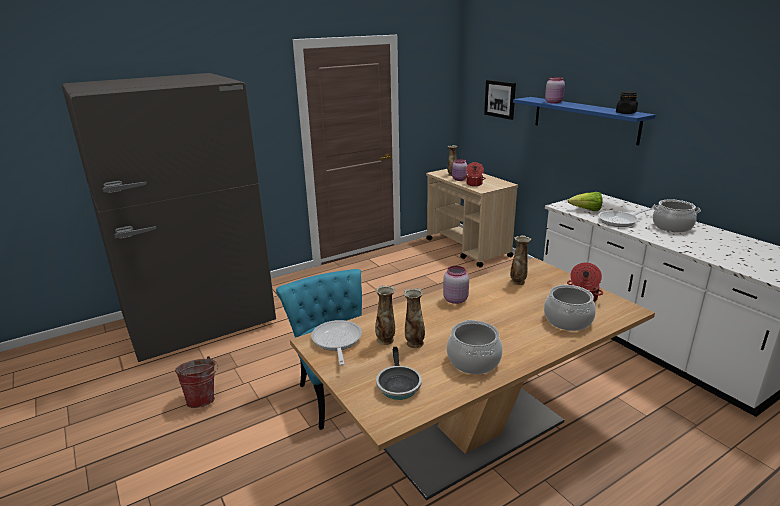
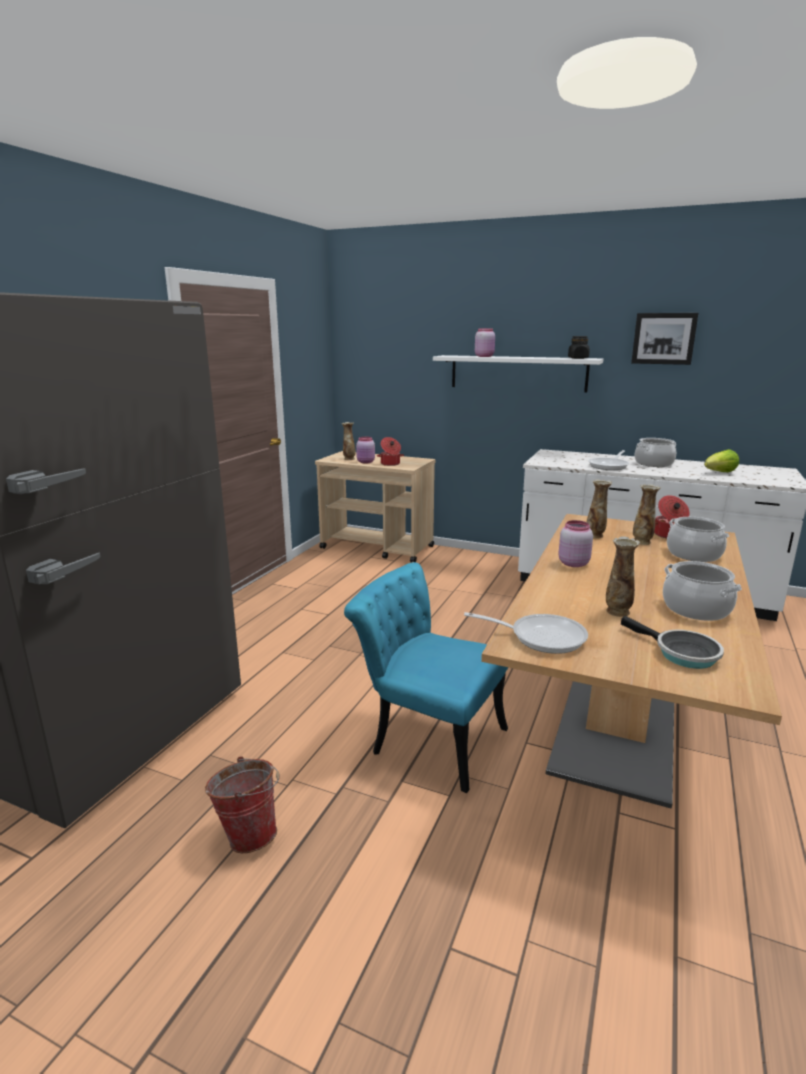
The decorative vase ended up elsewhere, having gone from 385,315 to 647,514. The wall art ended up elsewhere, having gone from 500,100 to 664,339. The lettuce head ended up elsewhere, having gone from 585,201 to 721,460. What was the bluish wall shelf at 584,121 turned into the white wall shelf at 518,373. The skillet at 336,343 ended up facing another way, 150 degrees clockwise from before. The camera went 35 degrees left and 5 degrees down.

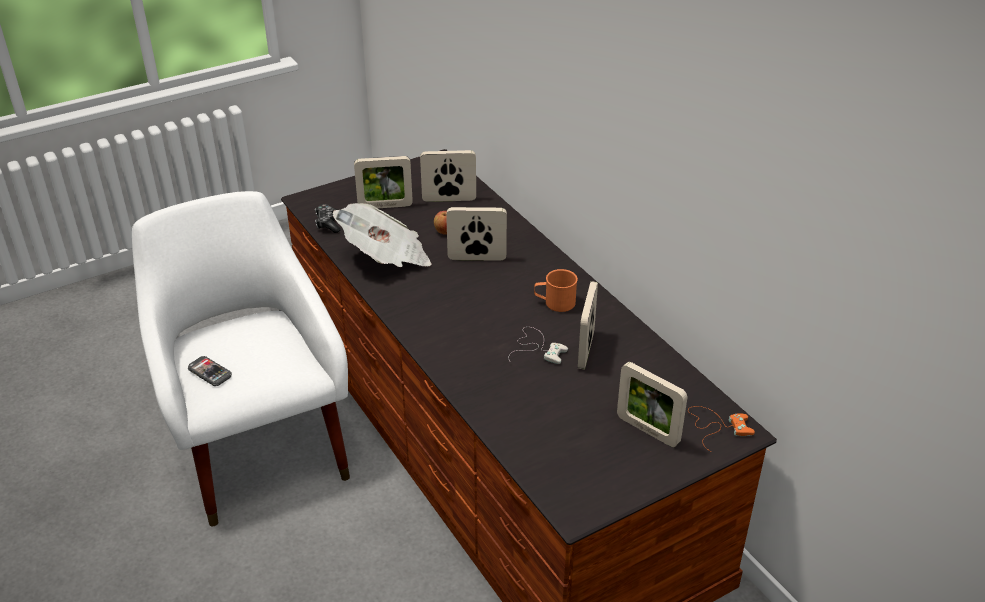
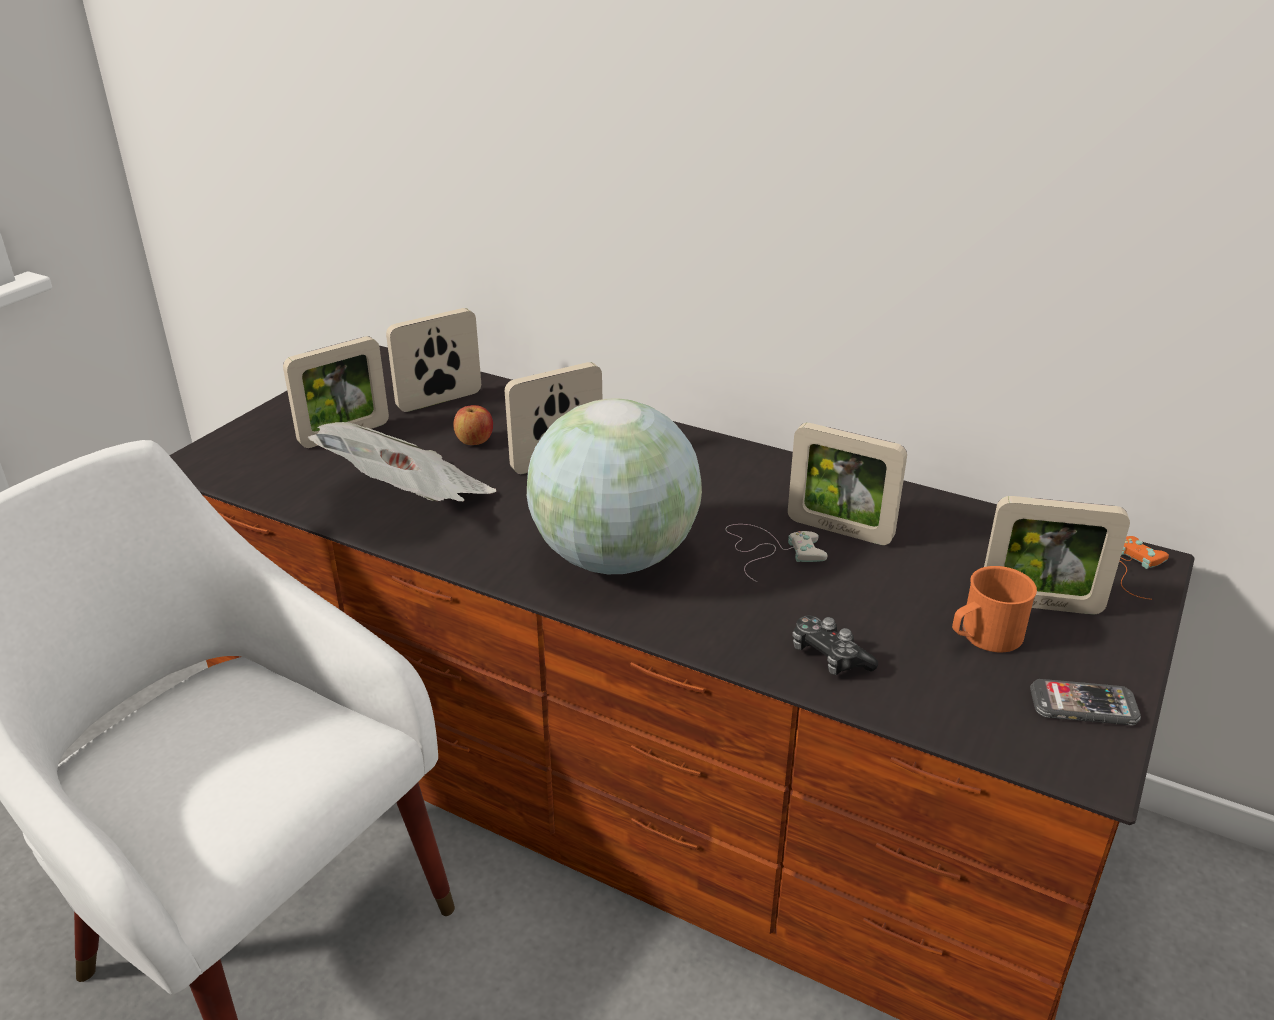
The second view gained the world globe at 614,486. The phone ended up elsewhere, having gone from 210,371 to 1085,702. The joypad ended up elsewhere, having gone from 327,218 to 835,645. The orangey tea mug ended up elsewhere, having gone from 556,290 to 994,609. The standing frame at 588,325 ended up facing another way, 45 degrees counterclockwise from before. The camera went 30 degrees left and 5 degrees down.

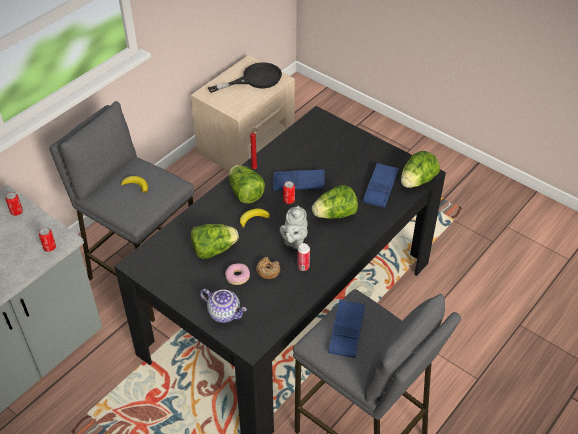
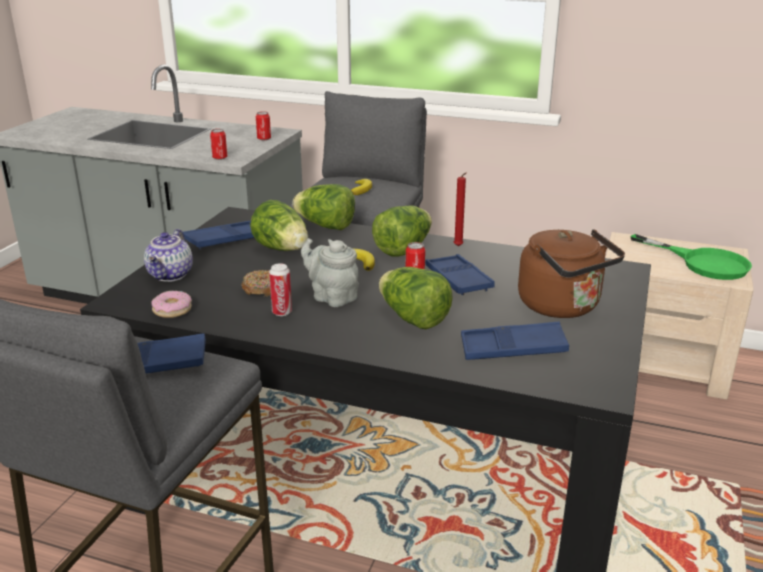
The second view gained the bluish serving tray at 218,235. The second view gained the brown-coloured kettle at 571,273. The doughnut ended up elsewhere, having gone from 237,274 to 171,304. The lettuce head ended up elsewhere, having gone from 420,169 to 323,207. What was the black-coloured skillet at 245,77 turned into the green-coloured skillet at 691,257. The grey pot for tea at 294,227 ended up facing another way, 45 degrees clockwise from before. The camera went 70 degrees right and 20 degrees down.

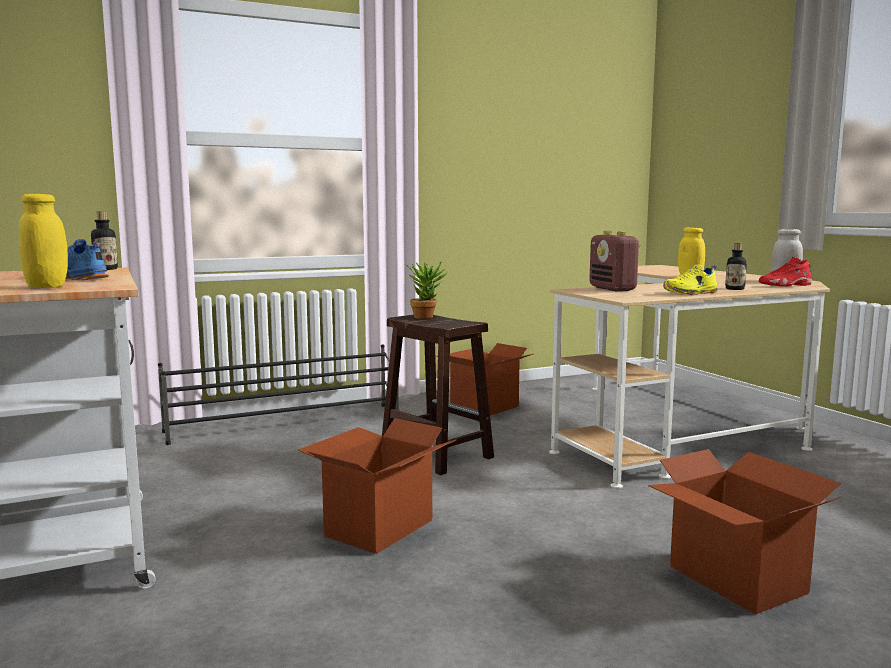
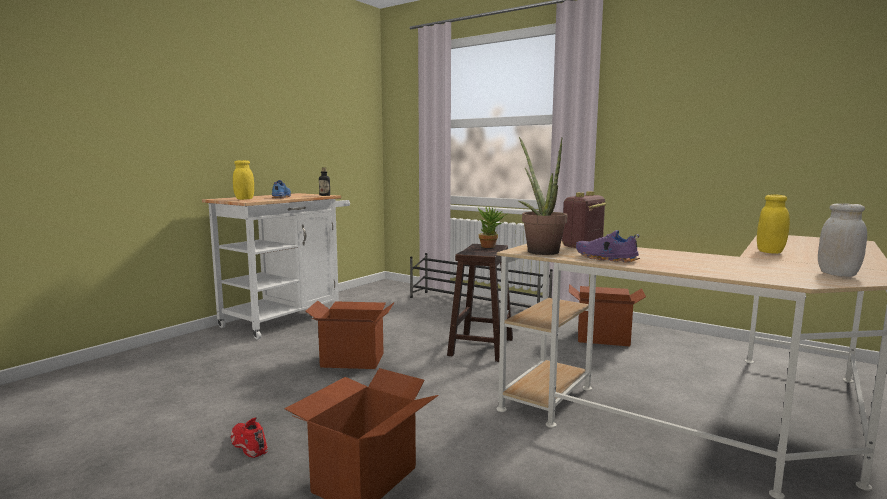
The second view lost the bottle at 736,266. The second view gained the houseplant at 543,196. The red-coloured item of footwear ended up elsewhere, having gone from 785,272 to 249,437. What was the yellowish item of footwear at 690,279 turned into the purple item of footwear at 608,246. The camera went 60 degrees right and 0 degrees up.

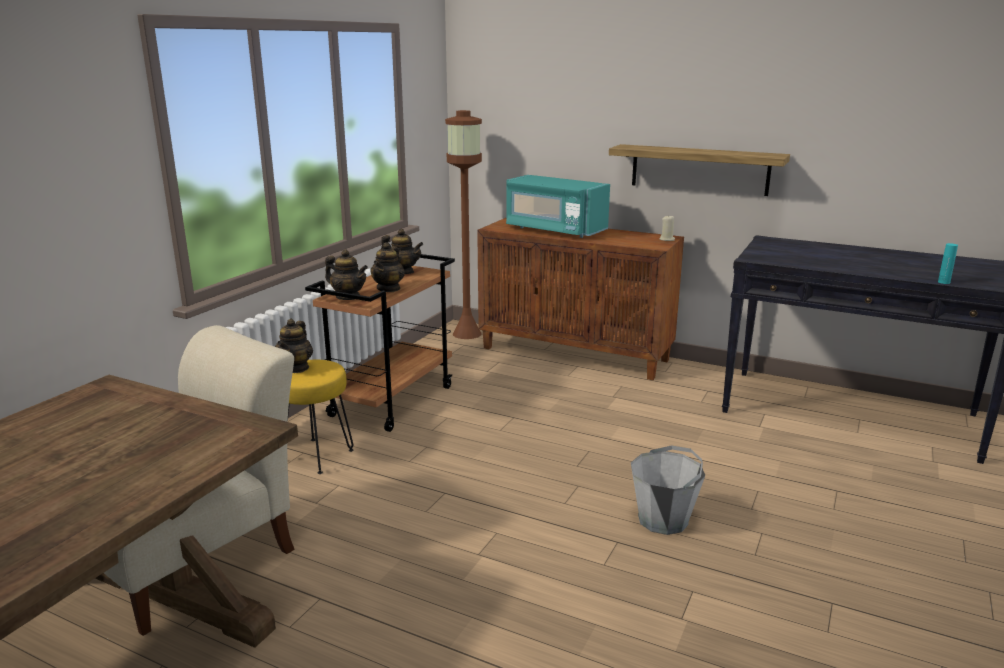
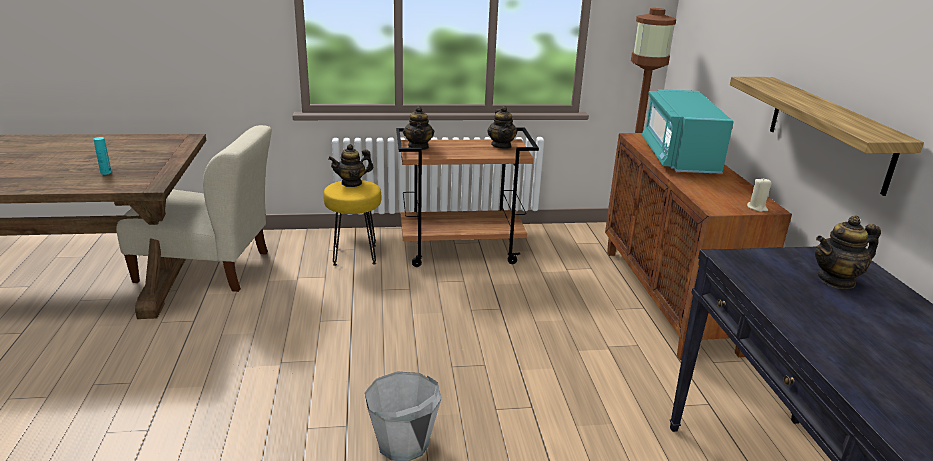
The pot for tea ended up elsewhere, having gone from 387,267 to 848,252. The turquoise bottle ended up elsewhere, having gone from 948,263 to 103,156. The camera went 55 degrees right and 5 degrees up.

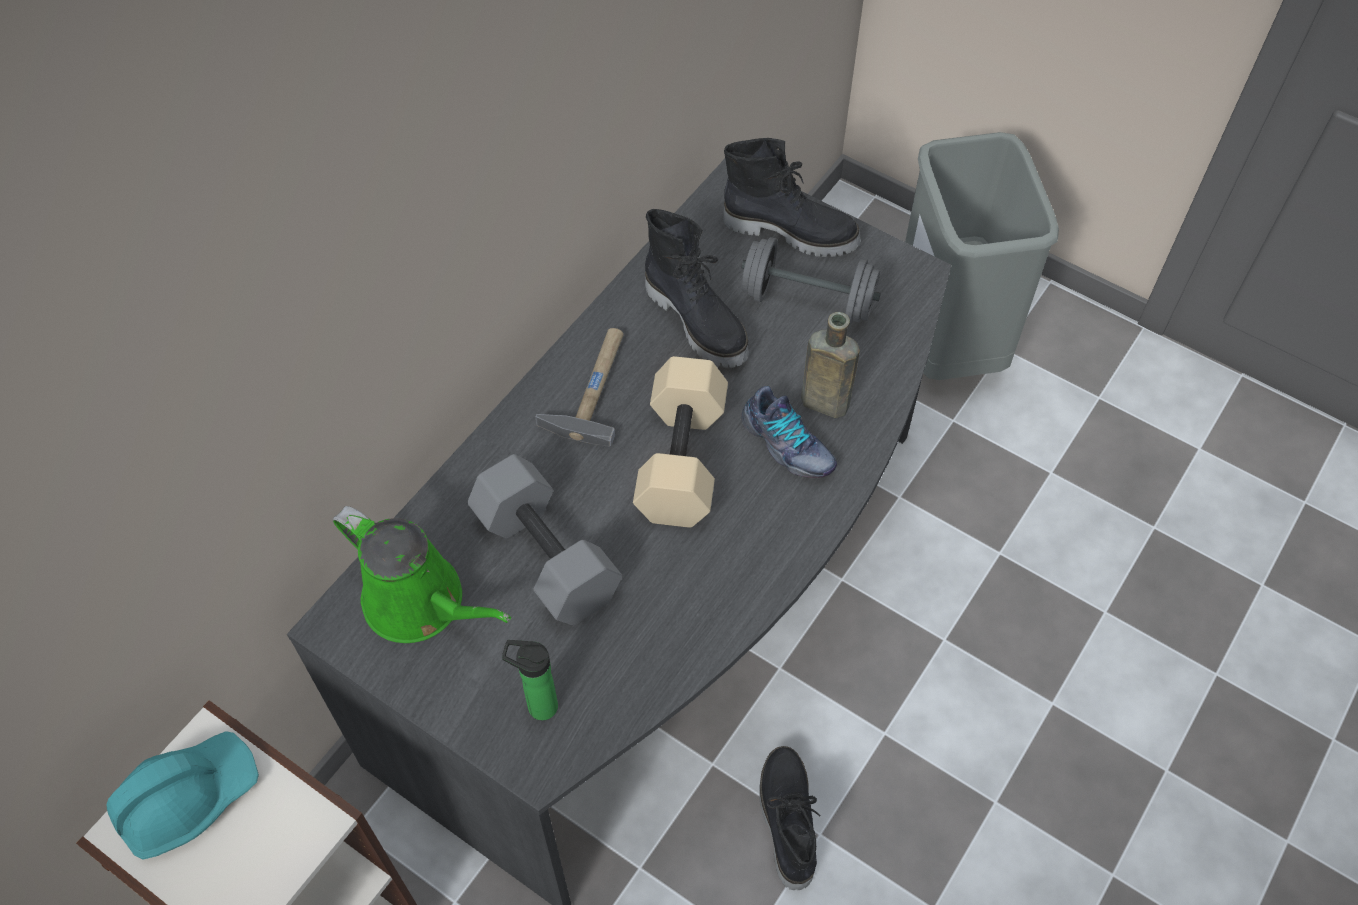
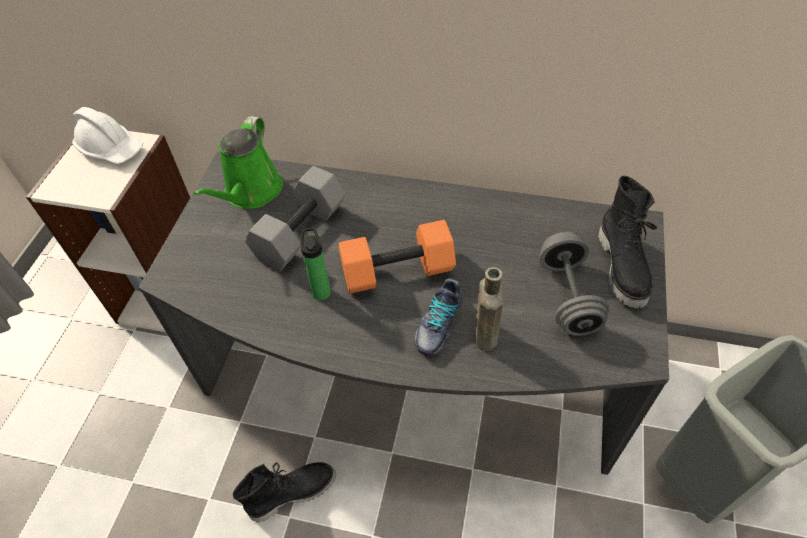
The second view lost the hammer at 579,387. The second view lost the black-coloured boot at 697,288. The bottle ended up elsewhere, having gone from 530,680 to 315,263. What was the turquoise hard hat at 182,795 turned into the white hard hat at 107,135. What was the beige-coloured hand weight at 680,442 turned into the orangey hand weight at 397,257. The camera went 70 degrees right and 5 degrees down.

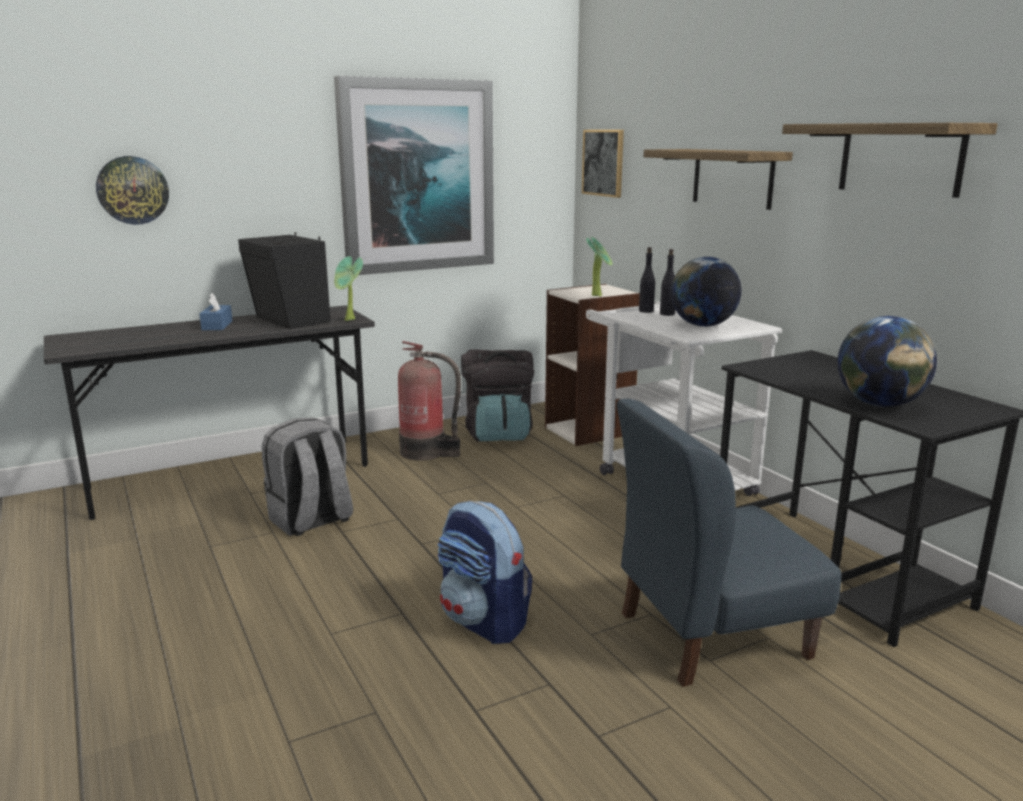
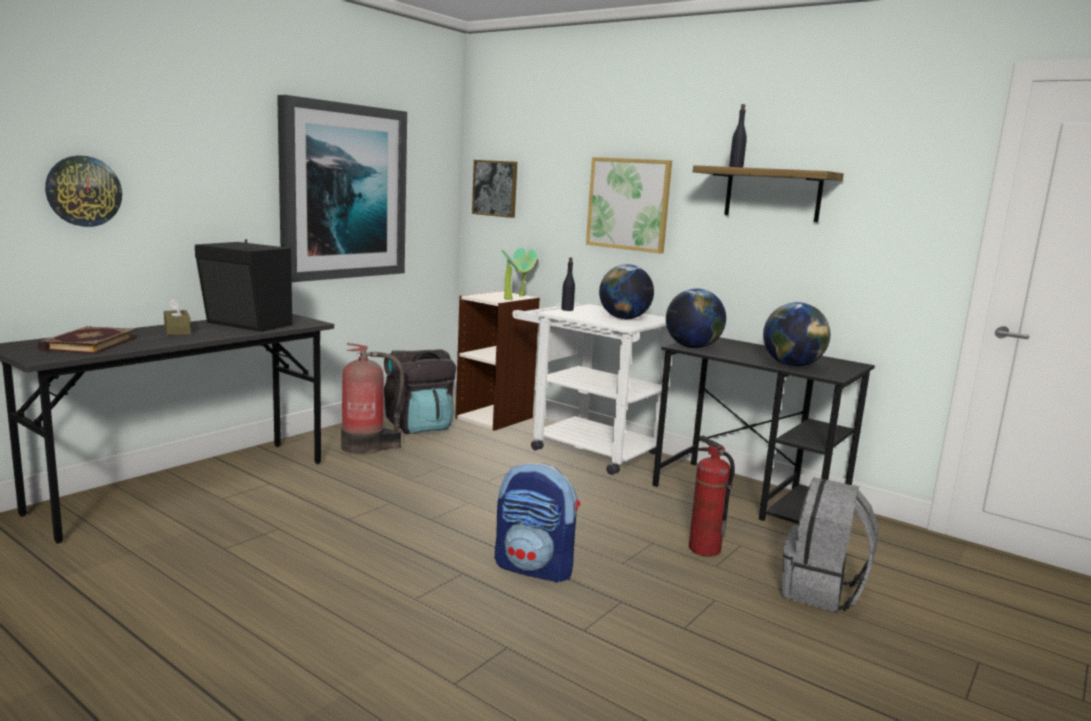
The second view gained the volume at 87,340. The second view gained the world globe at 696,318. The grey backpack ended up elsewhere, having gone from 307,476 to 829,545. The houseplant ended up elsewhere, having gone from 348,288 to 525,272. The black-coloured bottle ended up elsewhere, having gone from 667,282 to 738,135. Where the bluish chair stood at 729,543, the fire-fighting cylinder came to stand at 712,496. Where the wall shelf hung at 718,179, the wall art came to hang at 629,205. What was the bluish tissue holder at 216,311 turned into the brown-coloured tissue holder at 177,316. The camera went 25 degrees left and 5 degrees down.

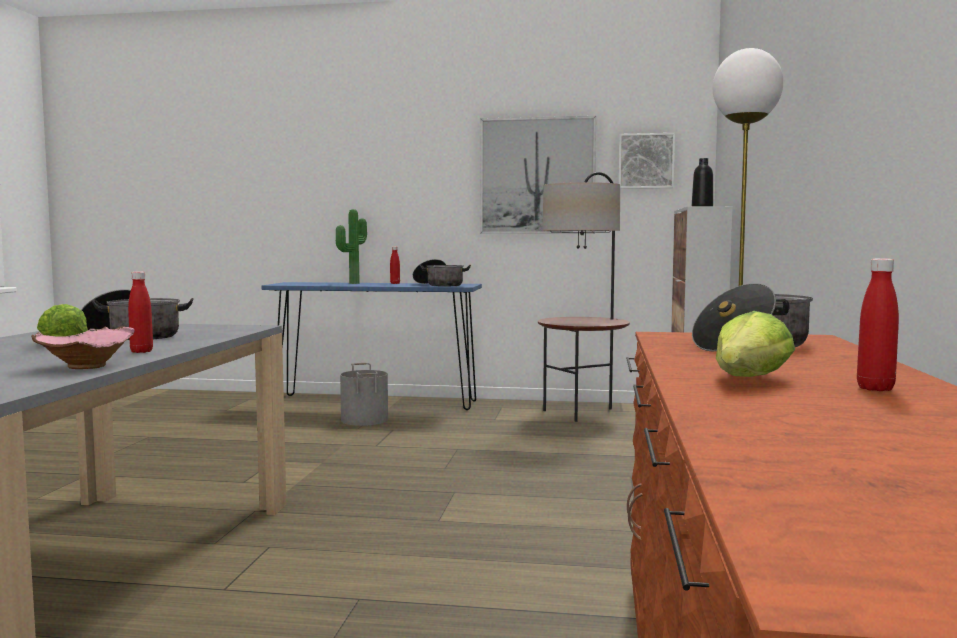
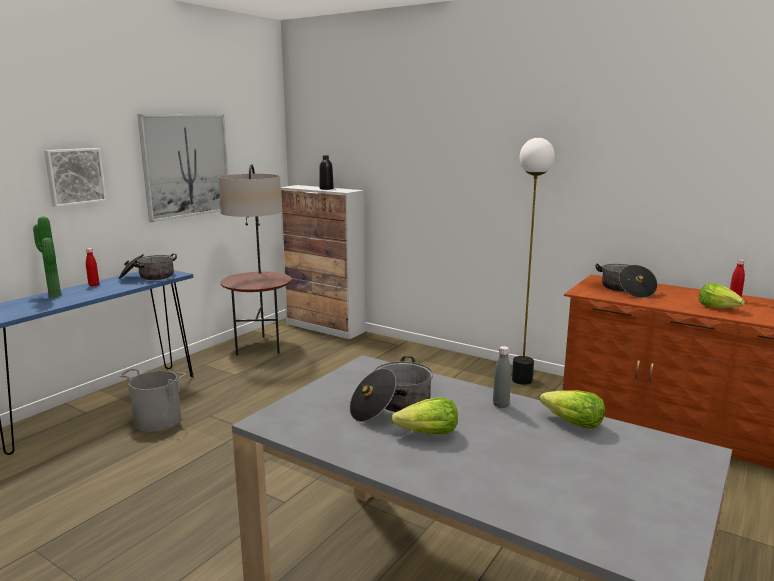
The wall art ended up elsewhere, having gone from 647,161 to 75,177. Where the pink bowl stood at 83,347, the lettuce head came to stand at 572,409. What was the red-coloured bottle at 140,312 turned into the grey bottle at 502,377. The camera went 65 degrees left and 10 degrees up.

